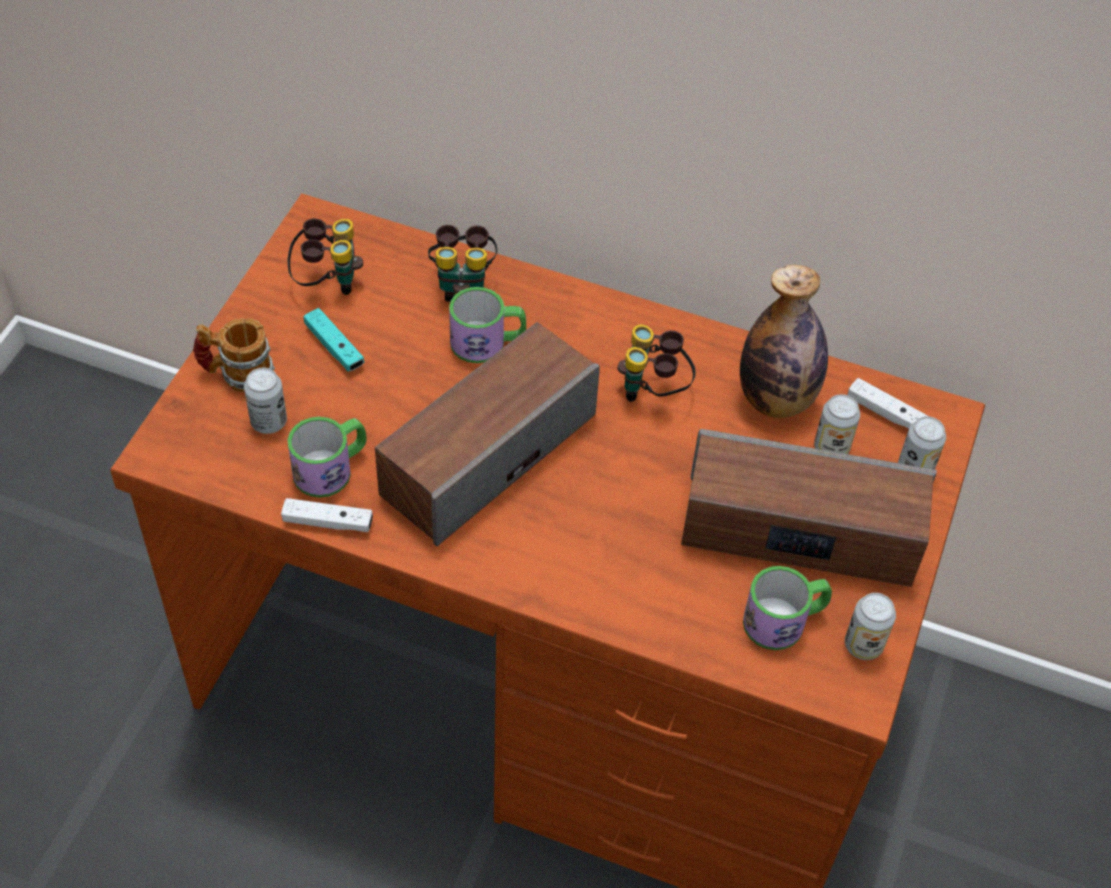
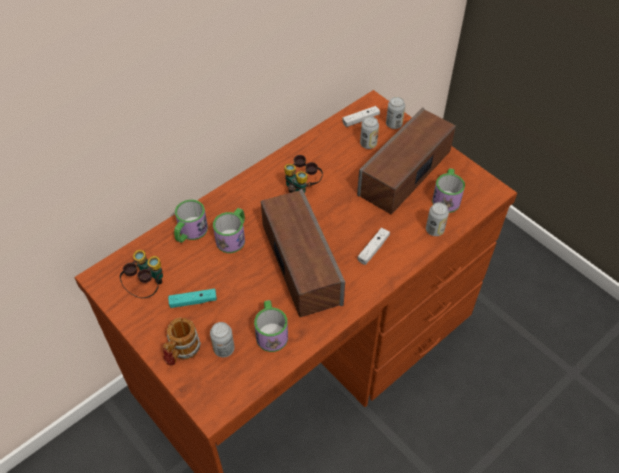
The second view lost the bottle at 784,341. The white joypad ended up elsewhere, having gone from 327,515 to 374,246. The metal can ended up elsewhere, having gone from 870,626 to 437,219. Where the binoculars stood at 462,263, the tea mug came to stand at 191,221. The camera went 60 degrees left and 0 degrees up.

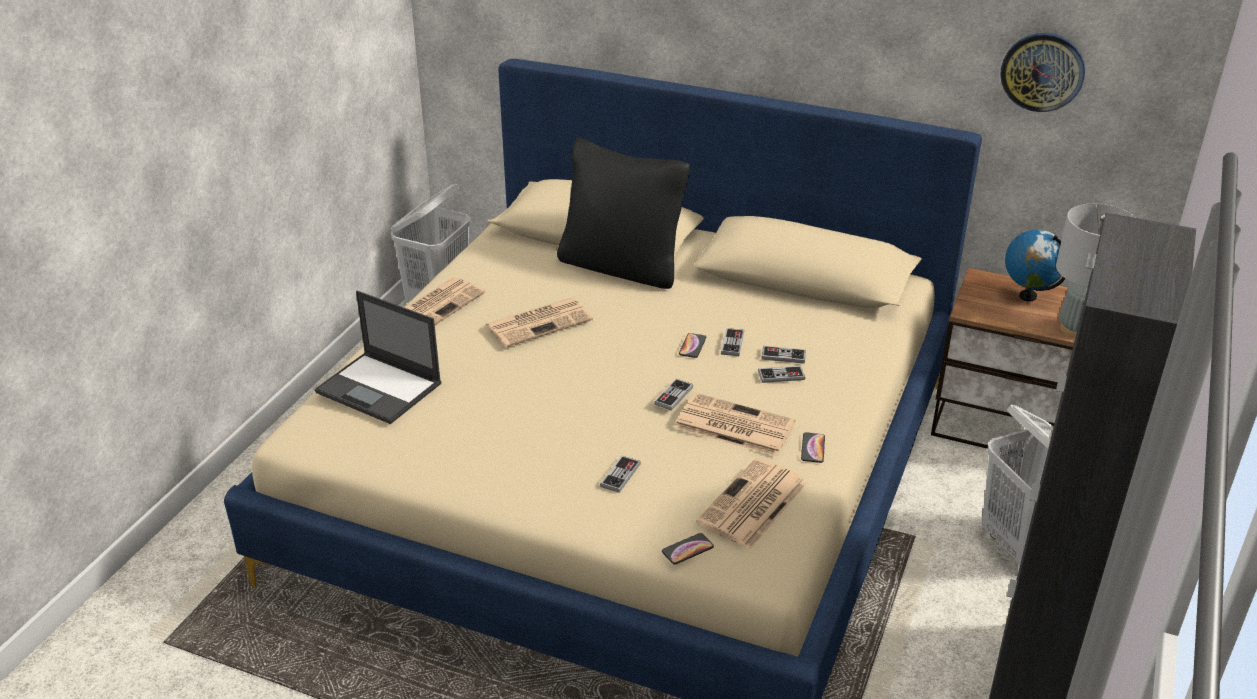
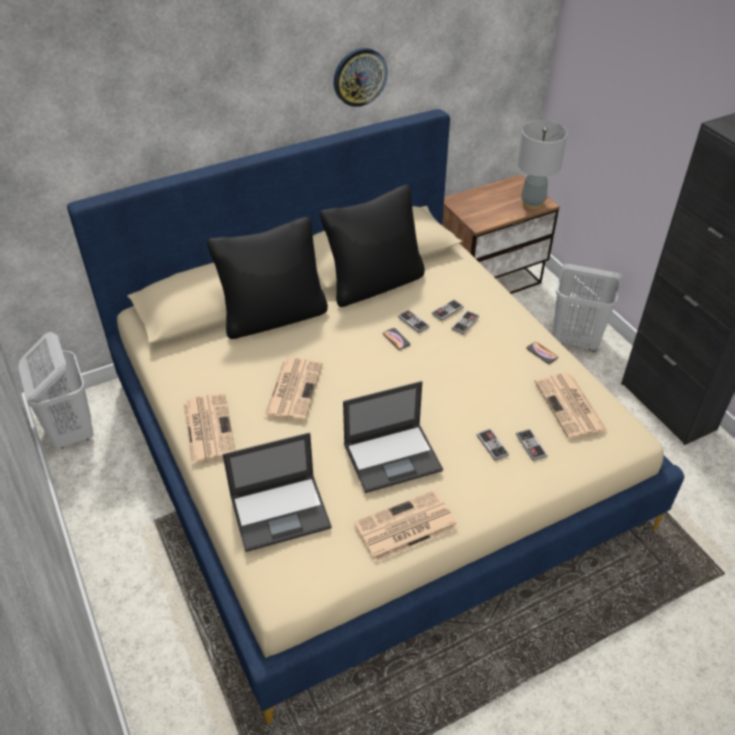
The second view lost the phone at 688,548. The second view lost the world globe at 1035,266. The second view gained the black-coloured throw pillow at 372,246. The second view gained the portable computer at 393,437. The joypad ended up elsewhere, having gone from 673,395 to 532,445. The daily paper ended up elsewhere, having gone from 735,424 to 406,526. The wall clock ended up elsewhere, having gone from 1042,72 to 361,77. The camera went 50 degrees left and 10 degrees up.

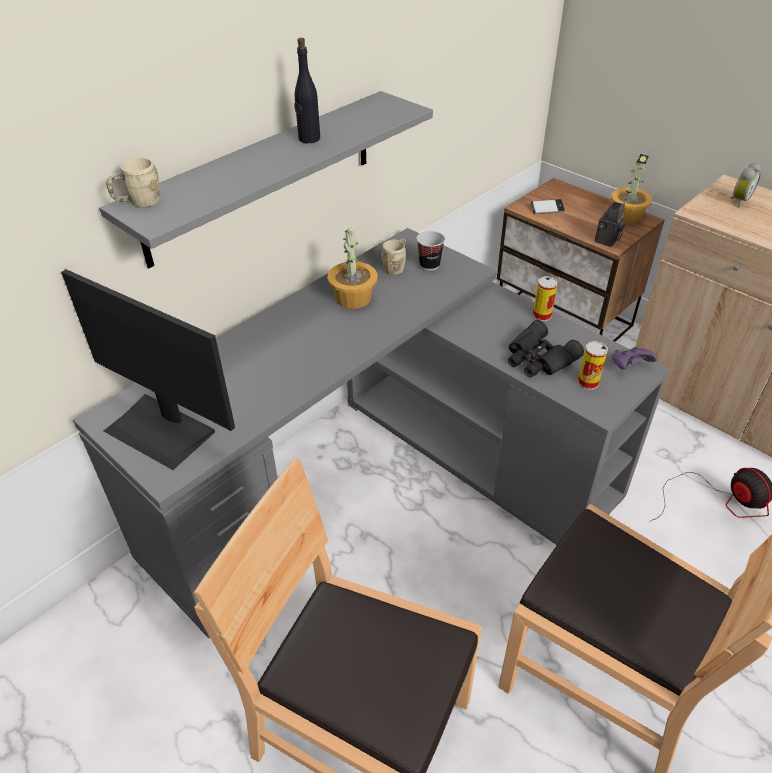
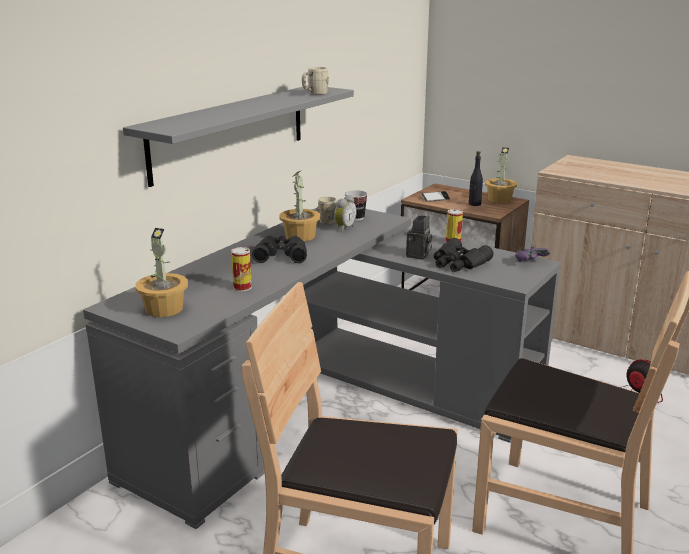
The second view gained the black-coloured binoculars at 279,249. The beige-coloured tea mug ended up elsewhere, having gone from 133,183 to 315,81. The black-coloured bottle ended up elsewhere, having gone from 307,90 to 476,178. The metal can ended up elsewhere, having gone from 593,365 to 241,269. The still camera ended up elsewhere, having gone from 610,224 to 419,238. The alarm clock ended up elsewhere, having gone from 746,184 to 345,213. Where the computer screen stood at 148,369, the houseplant came to stand at 161,272. The camera went 10 degrees left and 20 degrees down.

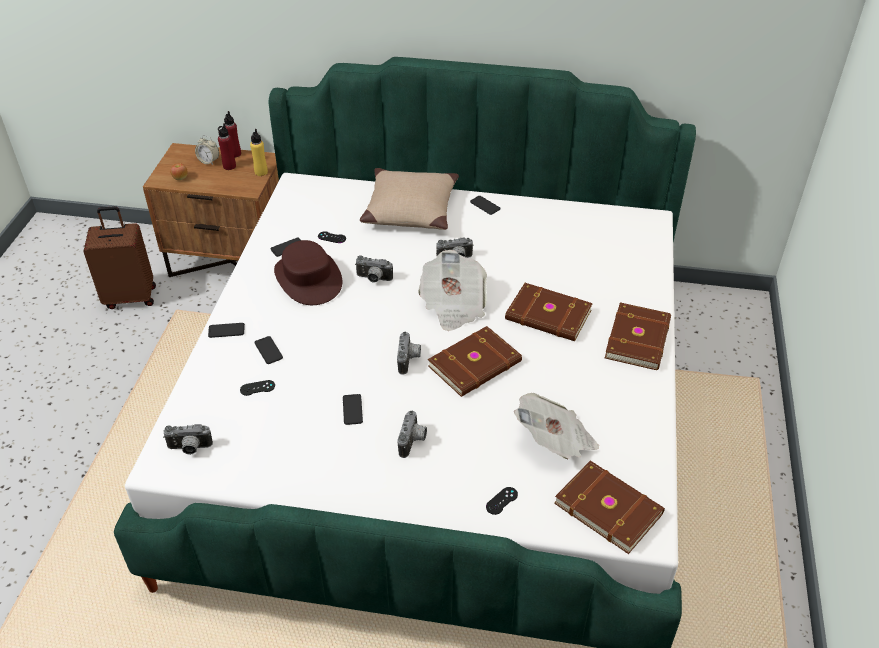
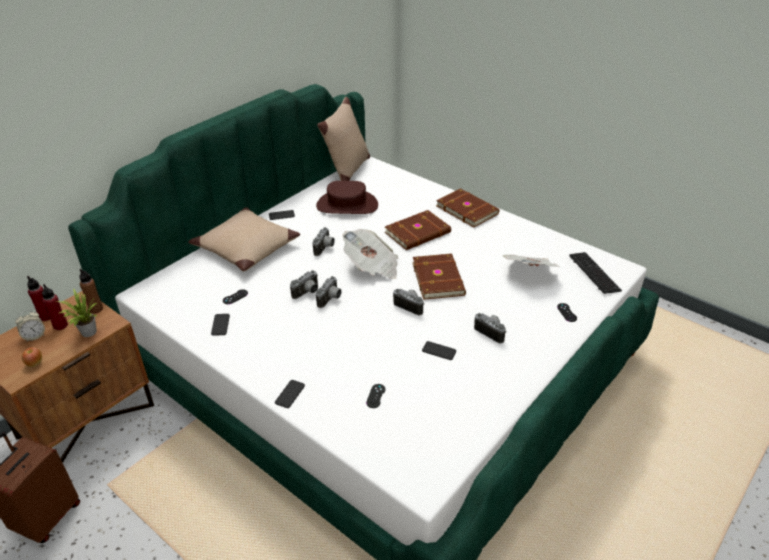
The second view lost the phone at 269,350. The second view gained the houseplant at 77,312. The second view gained the beige-coloured throw pillow at 343,139. The still camera ended up elsewhere, having gone from 188,439 to 329,292. The brown-coloured wearable hat ended up elsewhere, having gone from 308,272 to 347,197. Where the brown-coloured volume stood at 609,507, the computer keyboard came to stand at 595,273. What was the yellowish bottle at 259,152 turned into the brown-coloured bottle at 91,291. The camera went 60 degrees left and 5 degrees down.

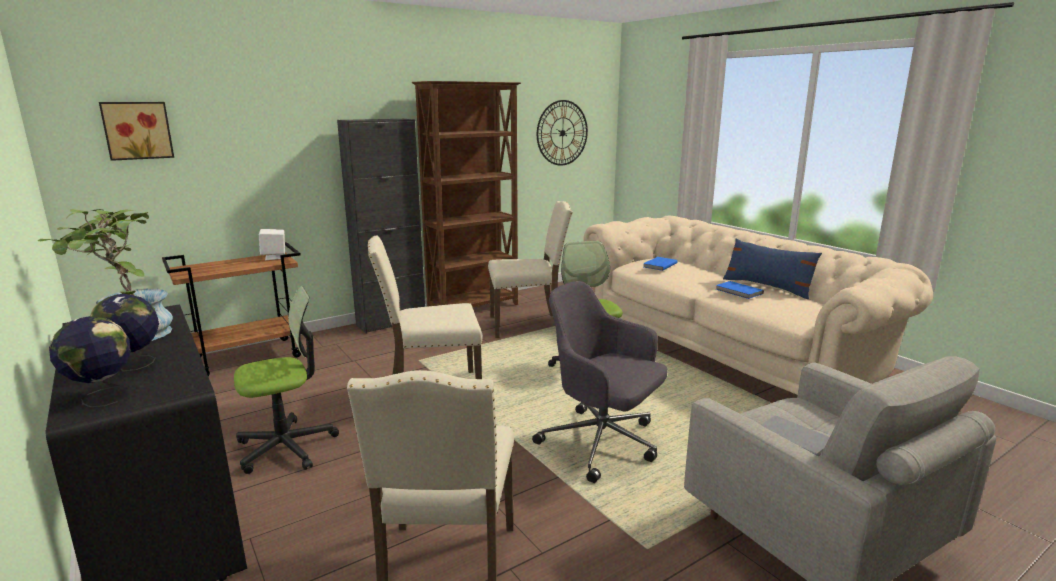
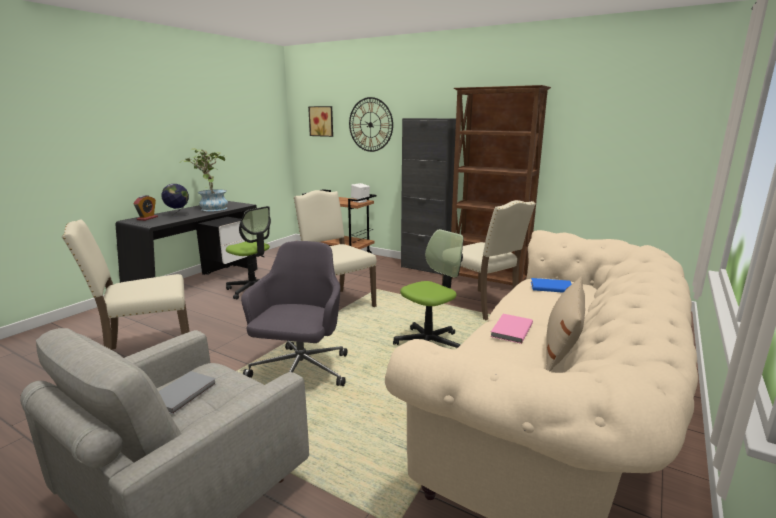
The wall clock ended up elsewhere, having gone from 562,133 to 371,124. Where the world globe stood at 90,361, the alarm clock came to stand at 145,208. What was the bluish volume at 740,290 turned into the pink volume at 511,329. What was the bluish throw pillow at 772,268 turned into the beige-coloured throw pillow at 565,324. The camera went 65 degrees right and 0 degrees up.

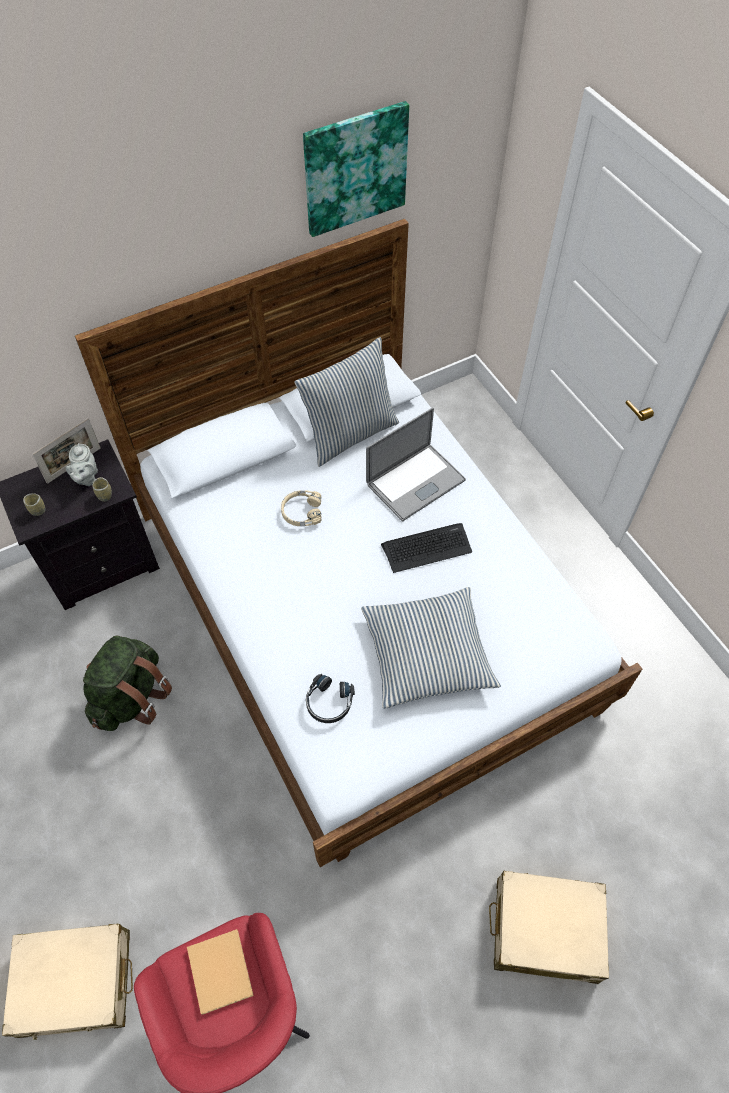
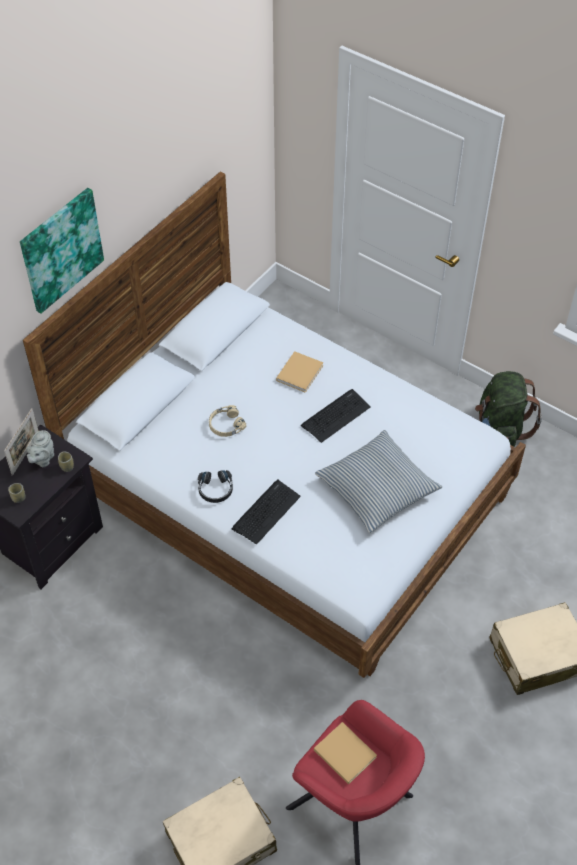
The second view lost the throw pillow at 346,402. The second view gained the computer keyboard at 266,512. The green-coloured backpack ended up elsewhere, having gone from 127,683 to 508,409. The wall art ended up elsewhere, having gone from 356,169 to 62,251. The black-coloured headphones ended up elsewhere, having gone from 330,698 to 215,486. Where the portable computer stood at 416,464, the beige-coloured volume came to stand at 300,372. The grey pot for tea at 82,464 ended up facing another way, 45 degrees clockwise from before. The camera went 25 degrees left and 5 degrees down.

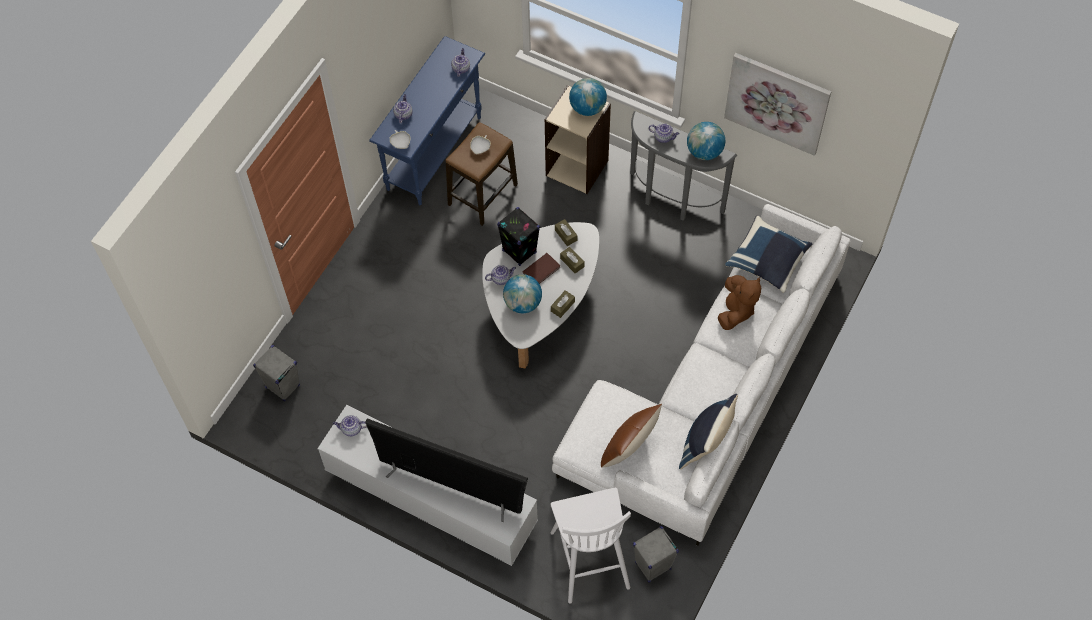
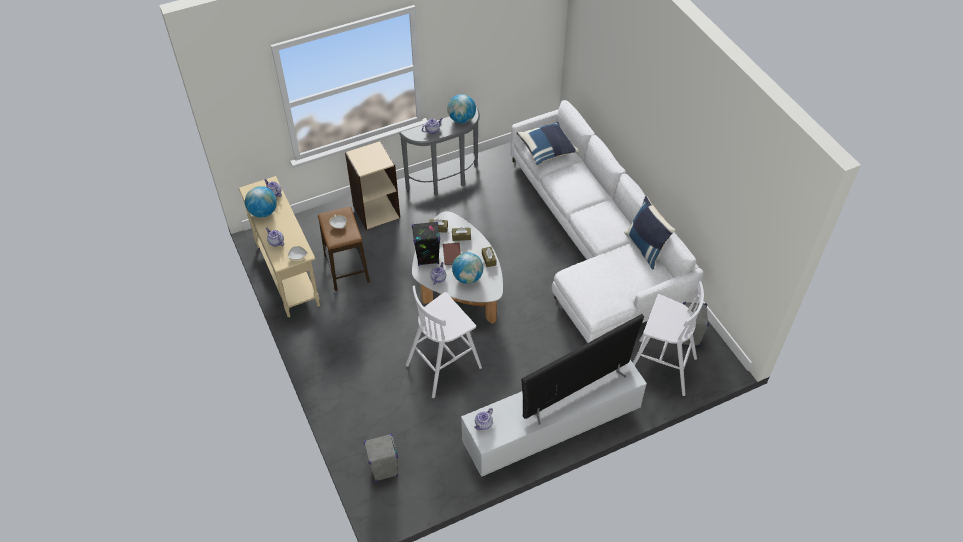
The second view lost the brown-coloured throw pillow at 631,435. The second view lost the brown-coloured plush toy at 739,302. The second view lost the wall art at 777,104. The second view gained the white sitting stool at 444,341. The world globe ended up elsewhere, having gone from 588,97 to 261,202. What was the bluish narrow table at 427,120 turned into the beige-coloured narrow table at 279,246. The camera went 55 degrees left and 10 degrees down.

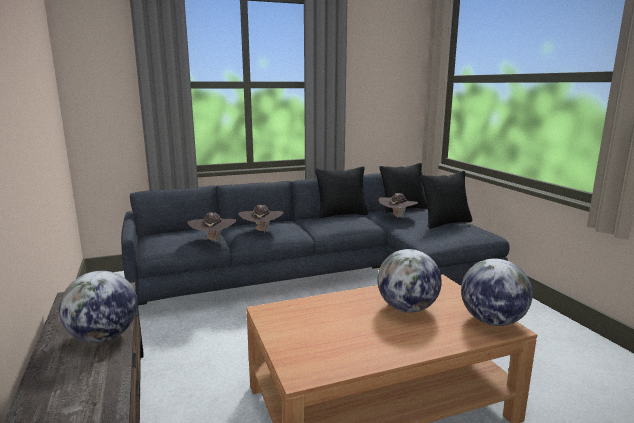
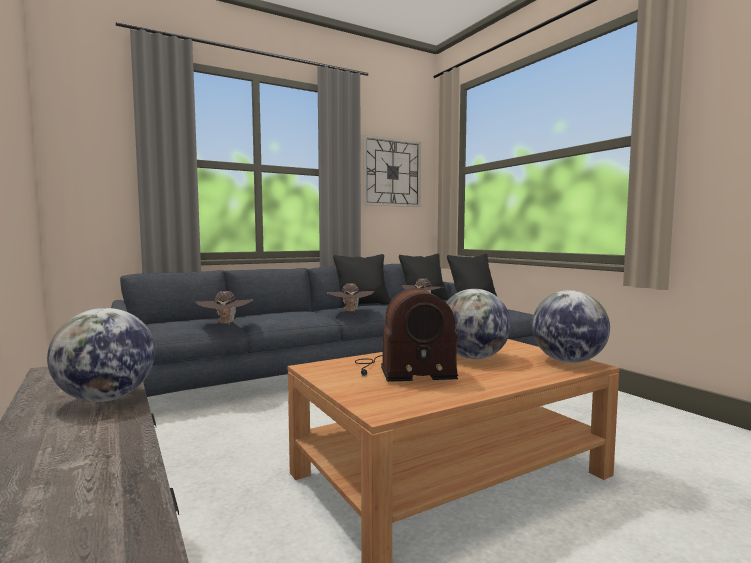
The second view gained the radio receiver at 406,335. The second view gained the wall clock at 392,171. The brown-coloured wearable hat ended up elsewhere, having gone from 261,218 to 350,297. The camera went 10 degrees left and 10 degrees down.

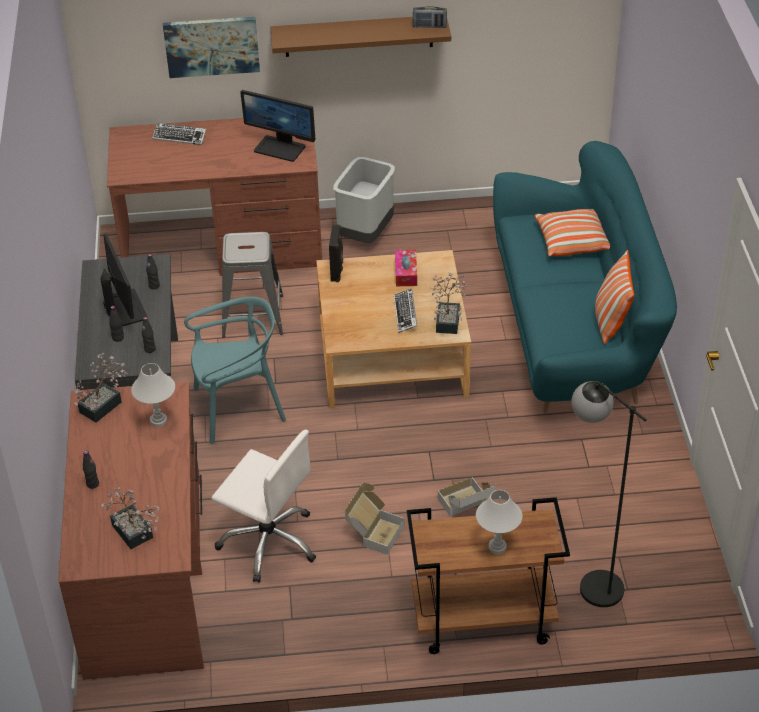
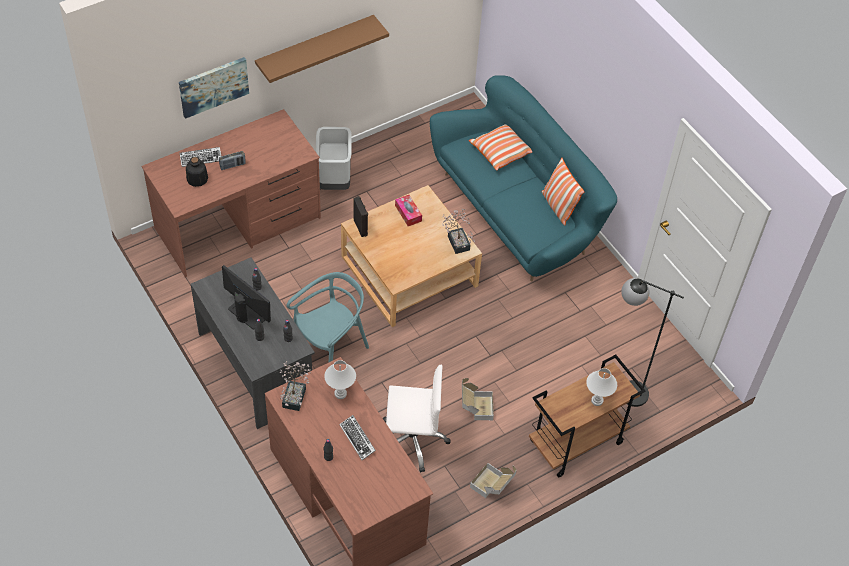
The second view lost the houseplant at 131,518. The second view lost the grey sitting stool at 252,285. The second view lost the computer screen at 277,126. The second view gained the bottle at 197,172. The computer keyboard ended up elsewhere, having gone from 406,310 to 357,437. The radio receiver ended up elsewhere, having gone from 430,17 to 232,160. The cardboard box ended up elsewhere, having gone from 466,497 to 493,480. The camera went 30 degrees left and 10 degrees up.

